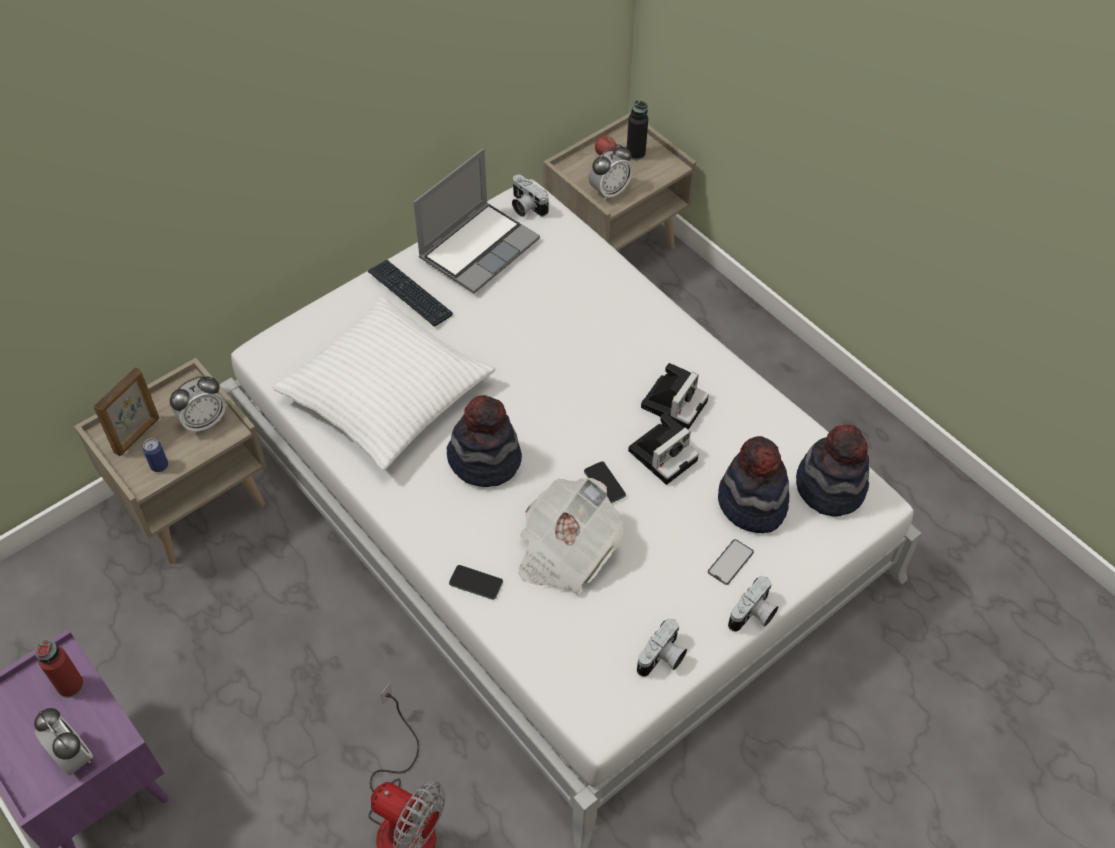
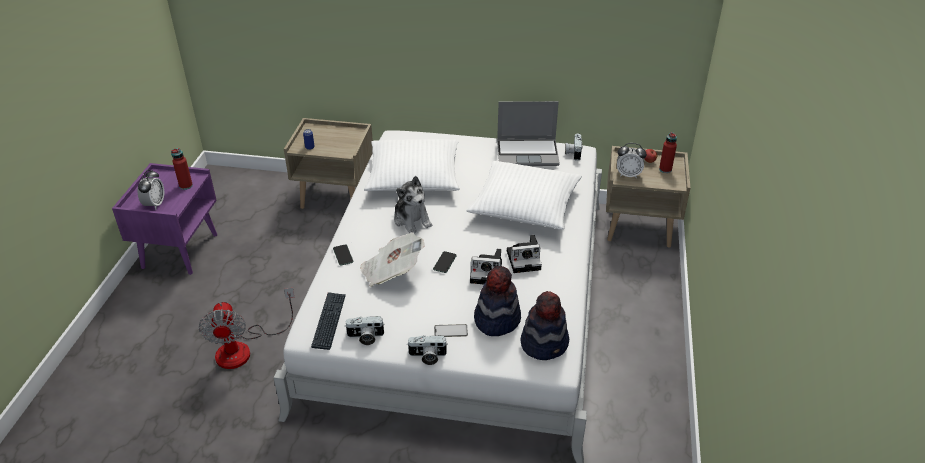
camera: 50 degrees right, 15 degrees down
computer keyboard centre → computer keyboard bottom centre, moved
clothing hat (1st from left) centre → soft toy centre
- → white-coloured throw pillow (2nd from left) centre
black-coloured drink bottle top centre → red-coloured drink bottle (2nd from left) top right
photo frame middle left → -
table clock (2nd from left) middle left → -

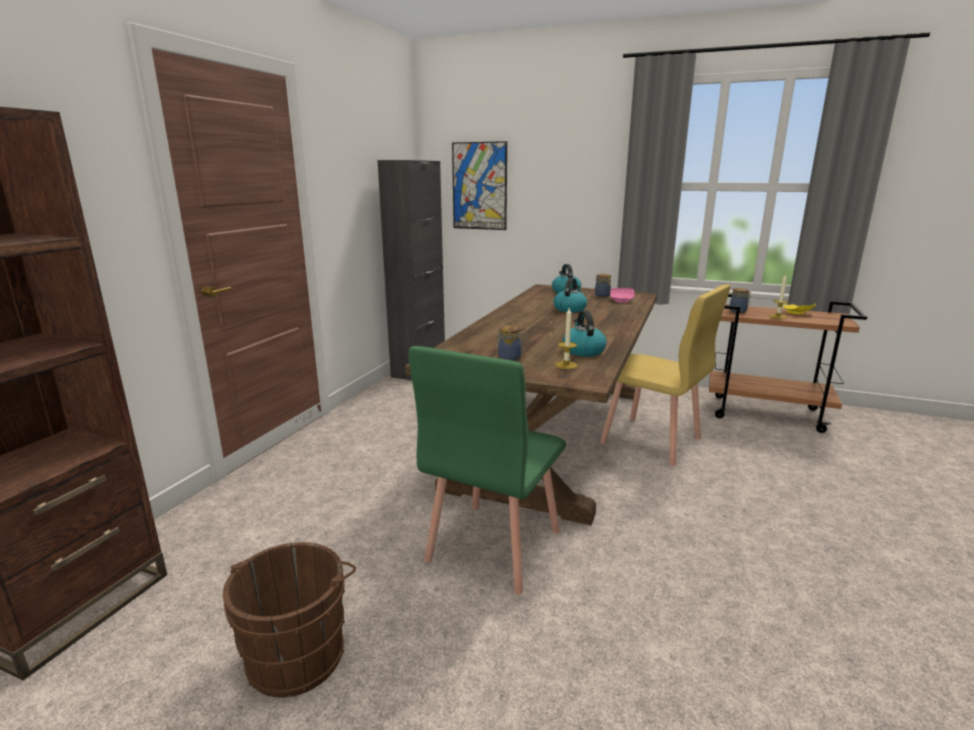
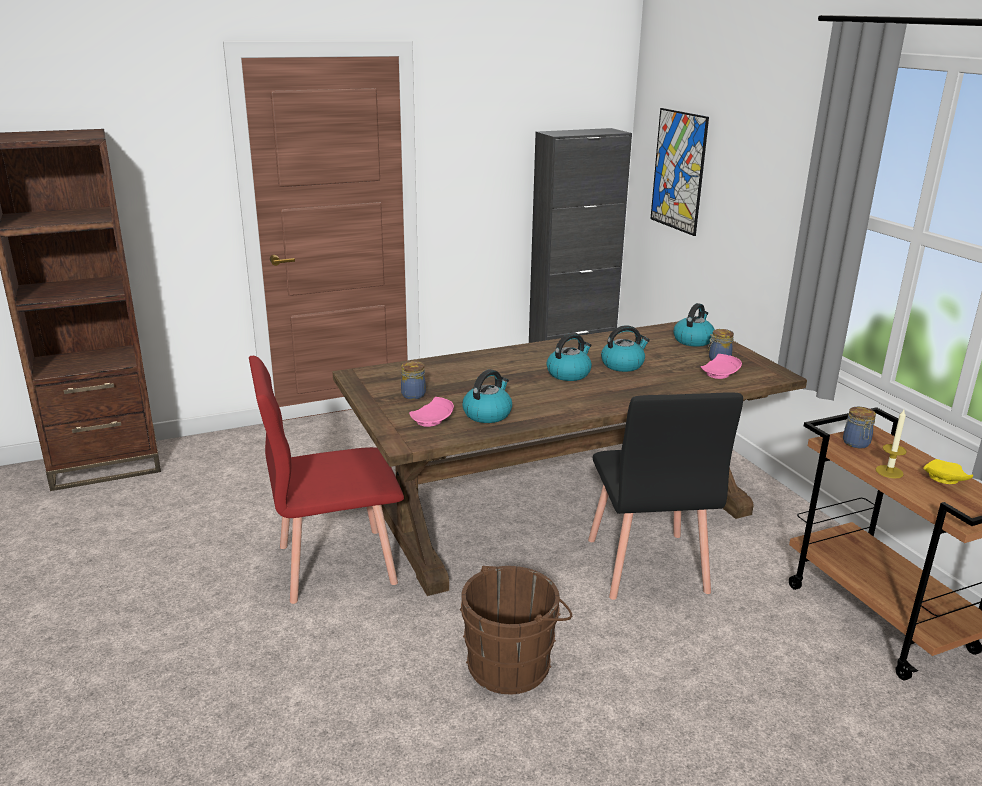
camera: 45 degrees right, 5 degrees up
greenish upright chair centre → red-coloured upright chair middle left
wax candle (1st from left) centre → pink-coloured flat dish (1st from left) centre
brown-coloured pail bottom left → brown-coloured pail bottom centre, moved
- → water kettle (2nd from left) centre
yellow upright chair middle right → black-coloured upright chair middle right

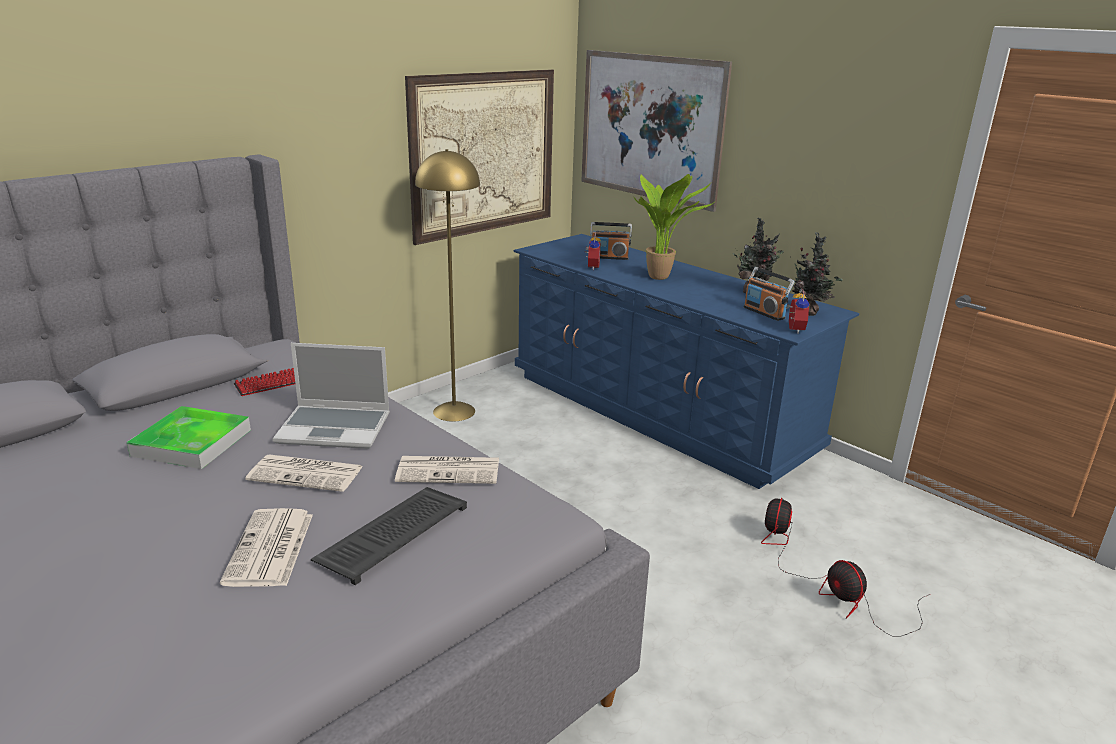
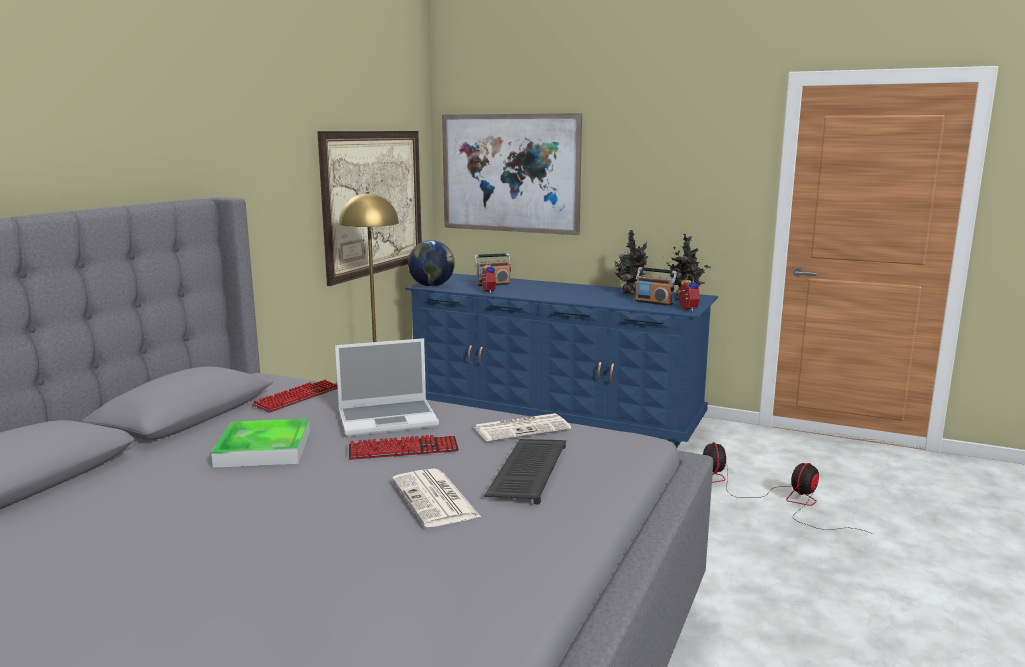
camera: 20 degrees left, 10 degrees down
newspaper (2nd from left) middle left → computer keyboard (2nd from left) bottom centre
- → desk globe centre
electric fan (2nd from left) bottom right, 90 degrees clockwise
houseplant (1st from left) top centre → -

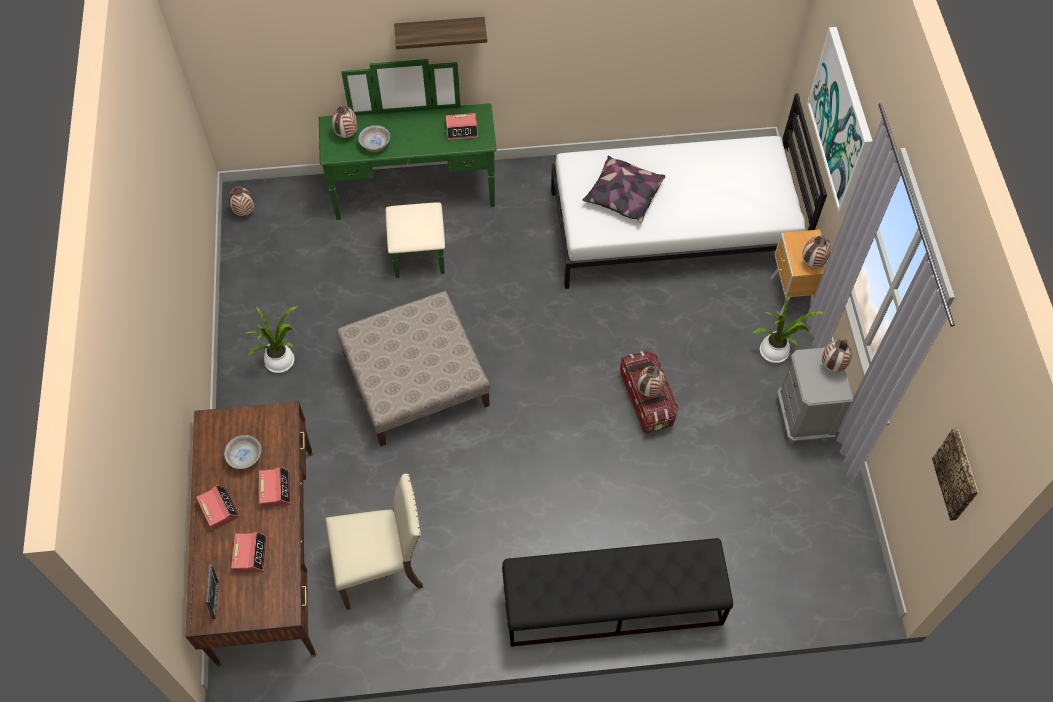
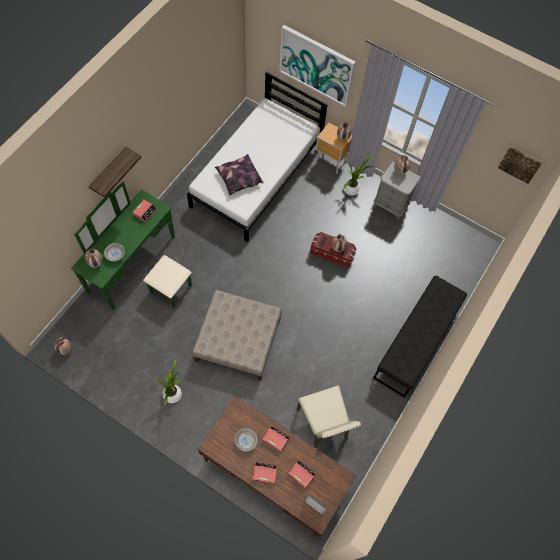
camera: 55 degrees left, 5 degrees up
beige-coloured upright chair bottom centre, 135 degrees clockwise

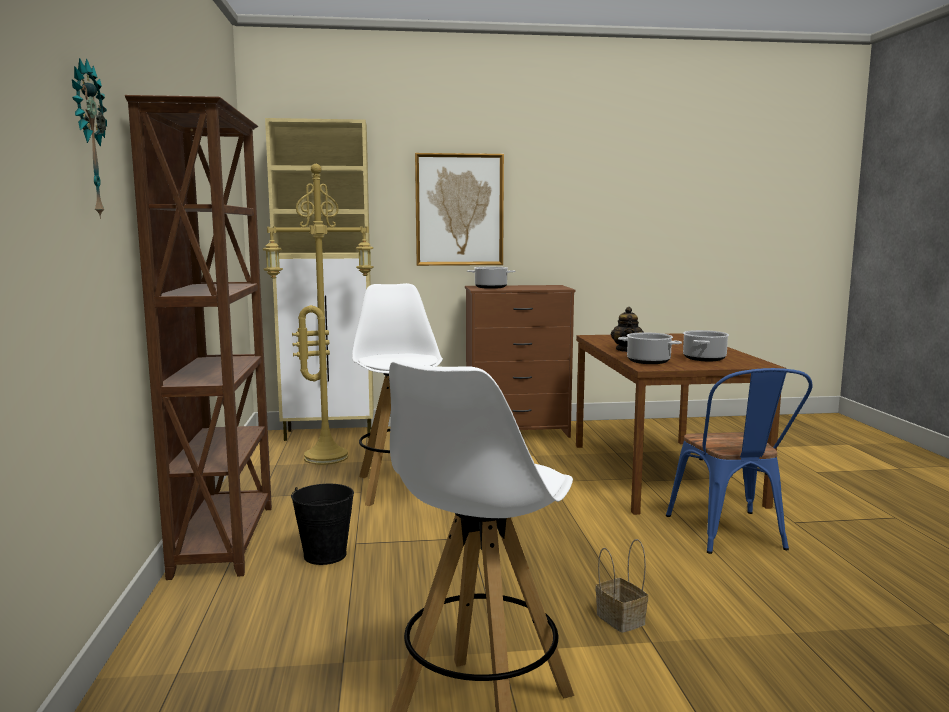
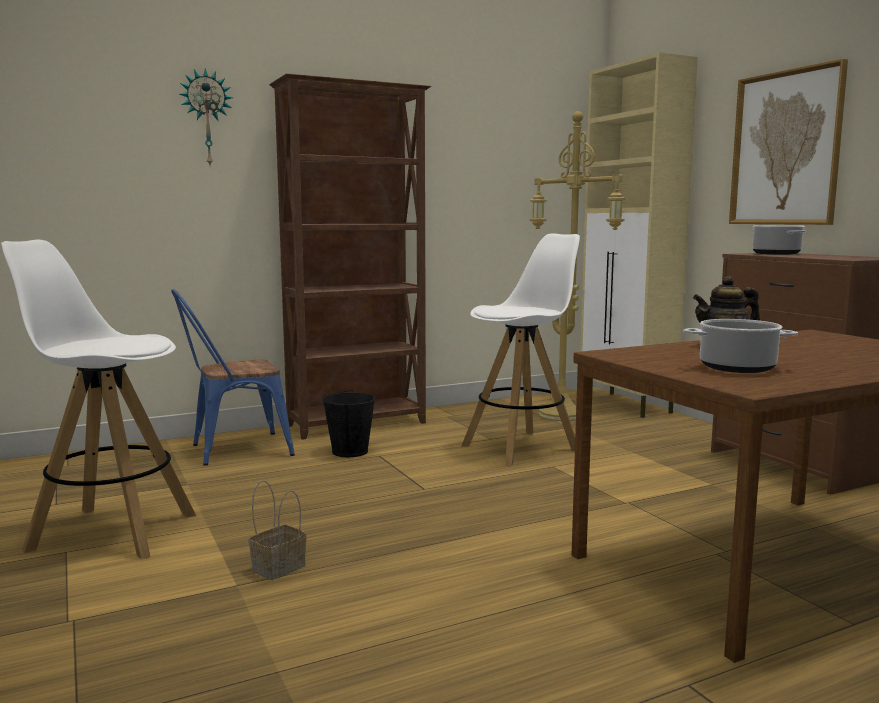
camera: 70 degrees right, 0 degrees up
blue upright chair middle right → blue upright chair middle left, moved
saucepot (2nd from left) middle right → -

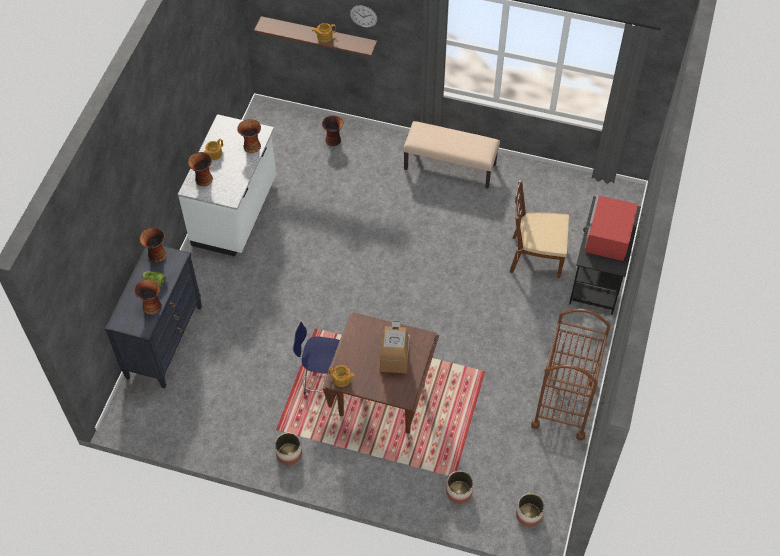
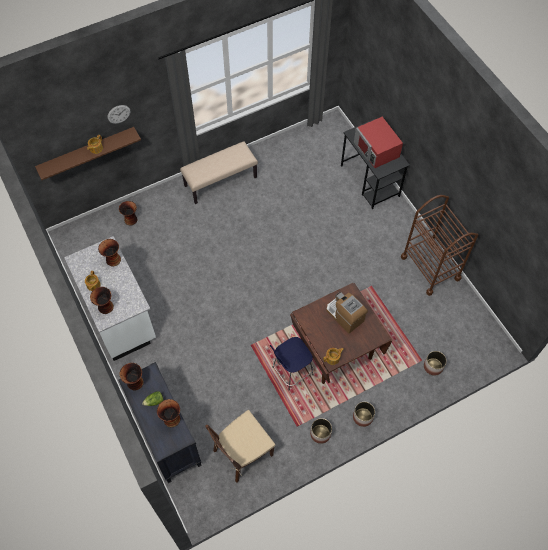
camera: 45 degrees left, 5 degrees up
brown-coloured upright chair middle right → brown-coloured upright chair bottom centre, moved
flower pot (3rd from left in the first image) bottom right → flower pot (2nd from left) bottom centre, moved

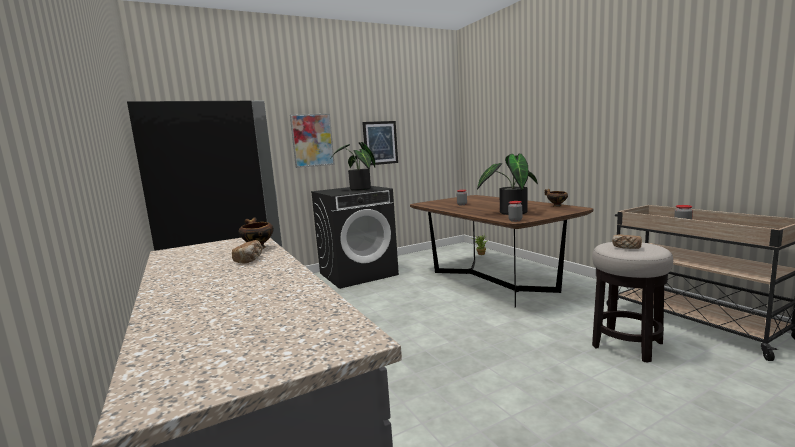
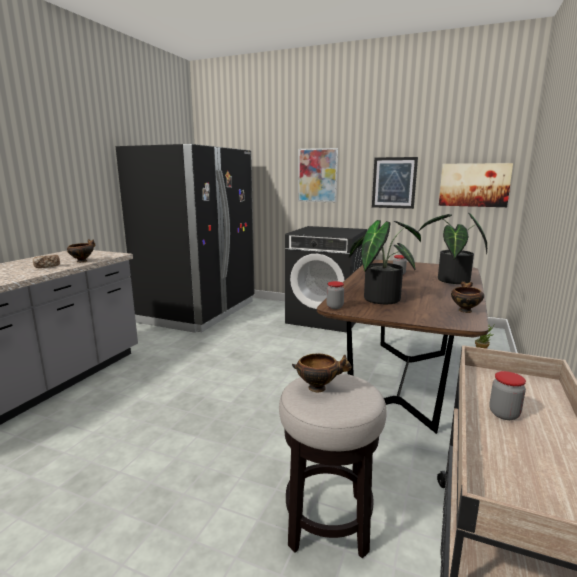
camera: 50 degrees right, 5 degrees up
bakery bread (2nd from left) middle right → deep dish (2nd from left) centre
houseplant (1st from left in the first image) centre → houseplant (2nd from left) middle right, moved
- → picture (3rd from left) top right

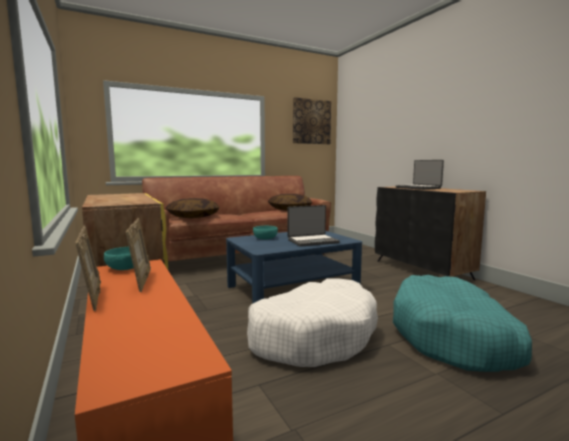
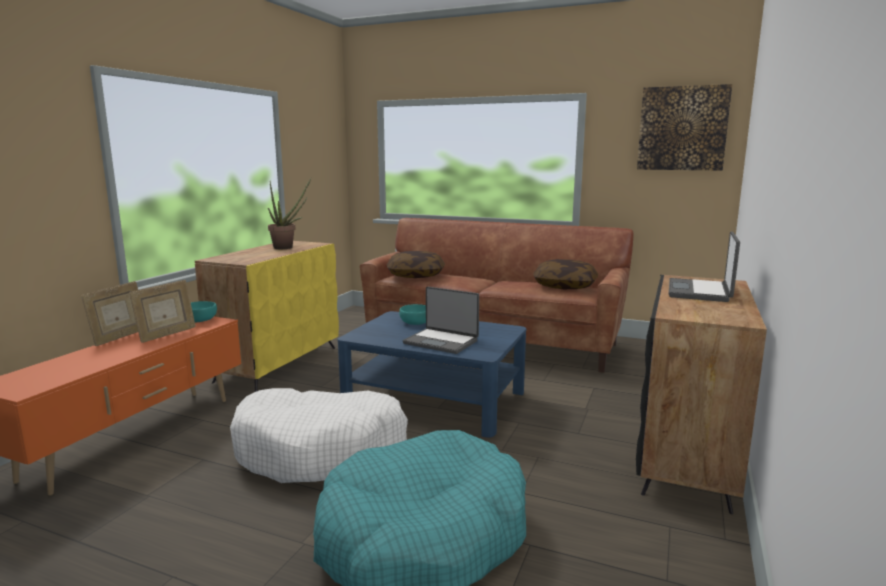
camera: 50 degrees right, 5 degrees up
- → houseplant middle left

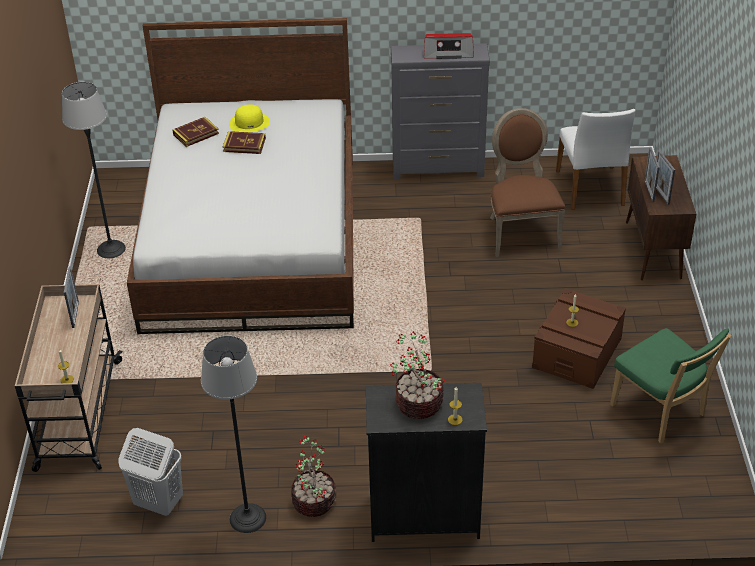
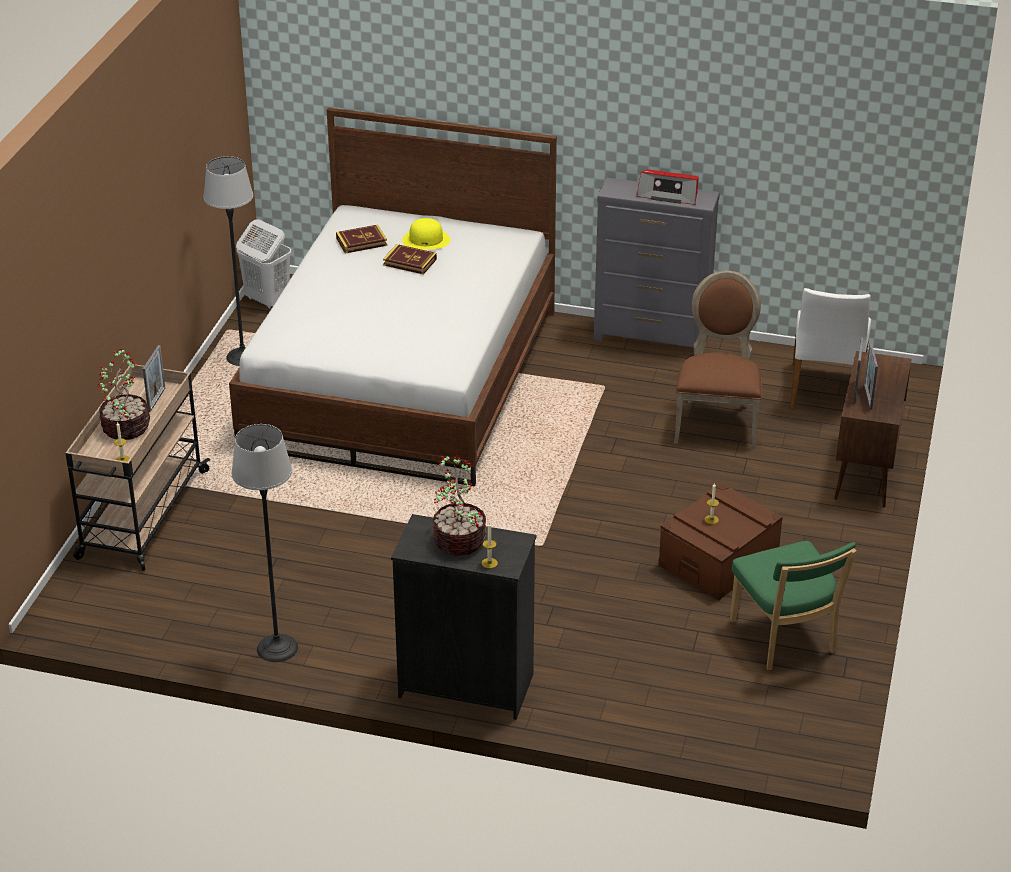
camera: 15 degrees right, 5 degrees down
houseplant (1st from left) bottom centre → houseplant (1st from left) middle left, moved
white-coloured washing basket bottom left → white-coloured washing basket top left, moved

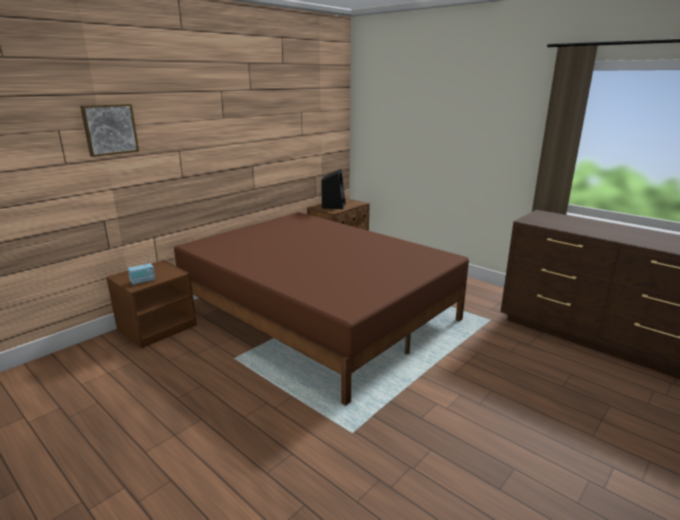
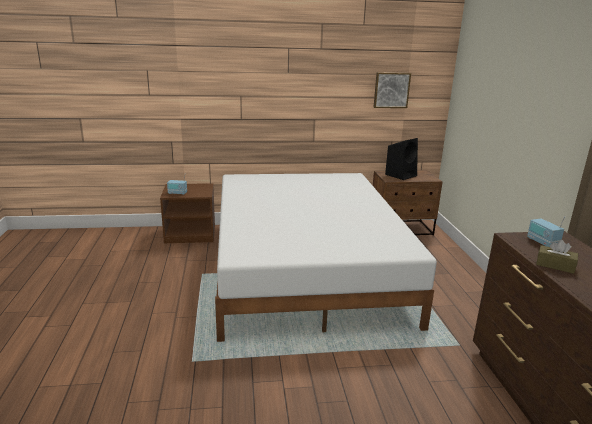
camera: 40 degrees right, 0 degrees up
brown-coloured bedroom bed centre → white-coloured bedroom bed centre
picture top left → picture top centre, moved
- → radio set (2nd from left) middle right
- → brown-coloured tissue holder middle right

